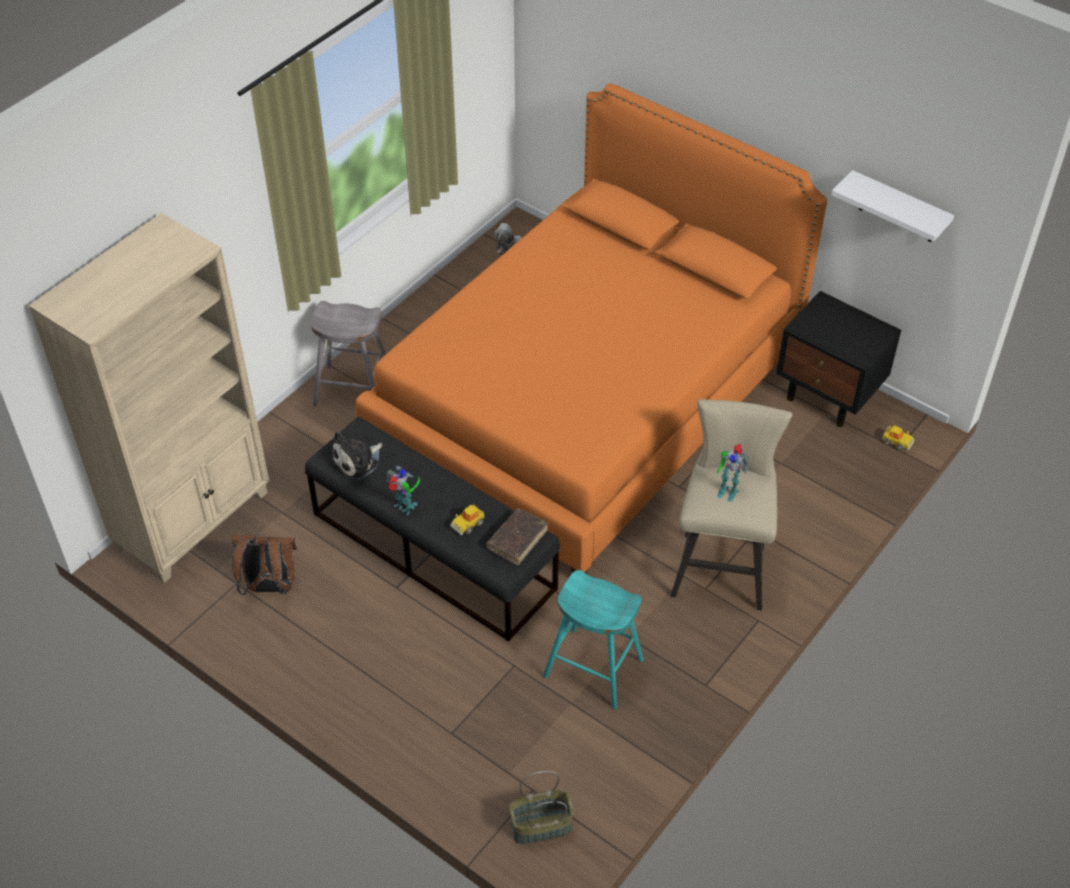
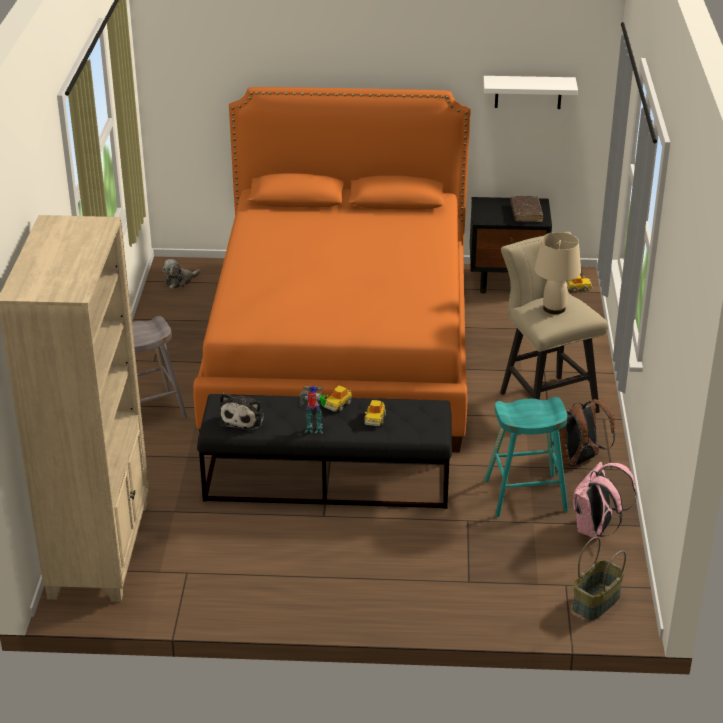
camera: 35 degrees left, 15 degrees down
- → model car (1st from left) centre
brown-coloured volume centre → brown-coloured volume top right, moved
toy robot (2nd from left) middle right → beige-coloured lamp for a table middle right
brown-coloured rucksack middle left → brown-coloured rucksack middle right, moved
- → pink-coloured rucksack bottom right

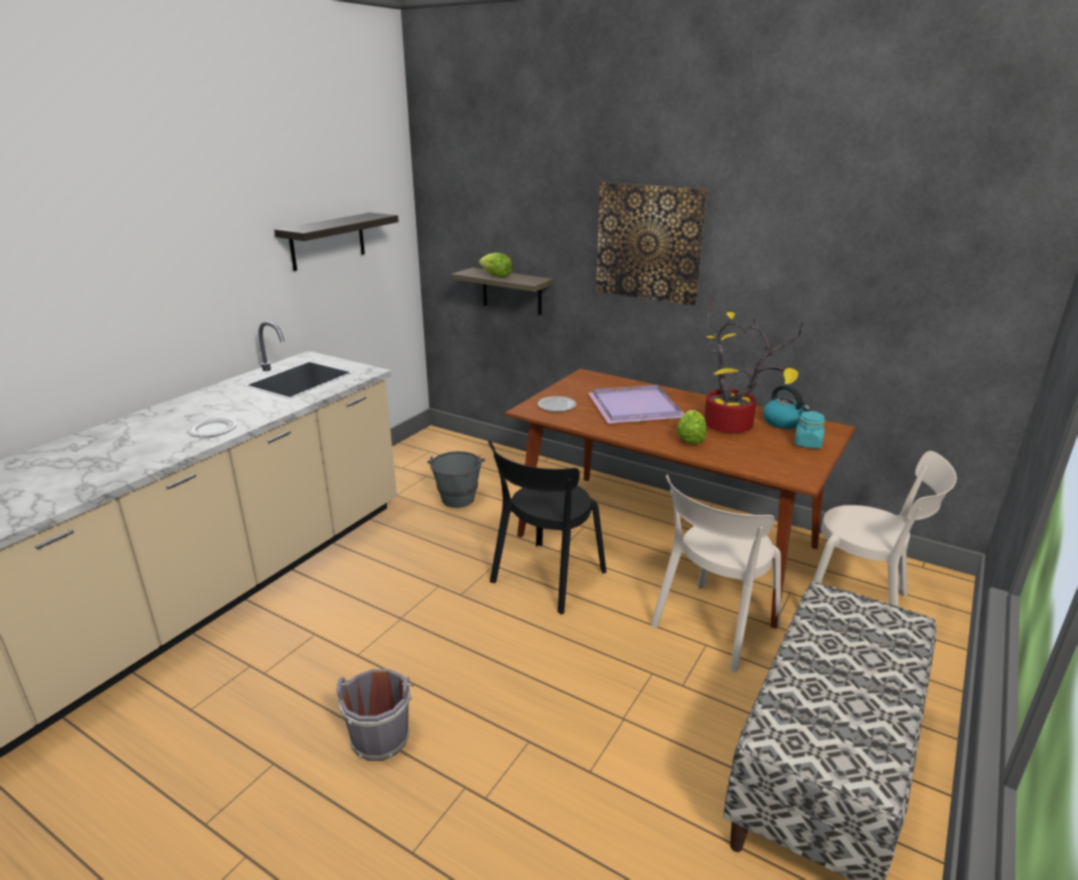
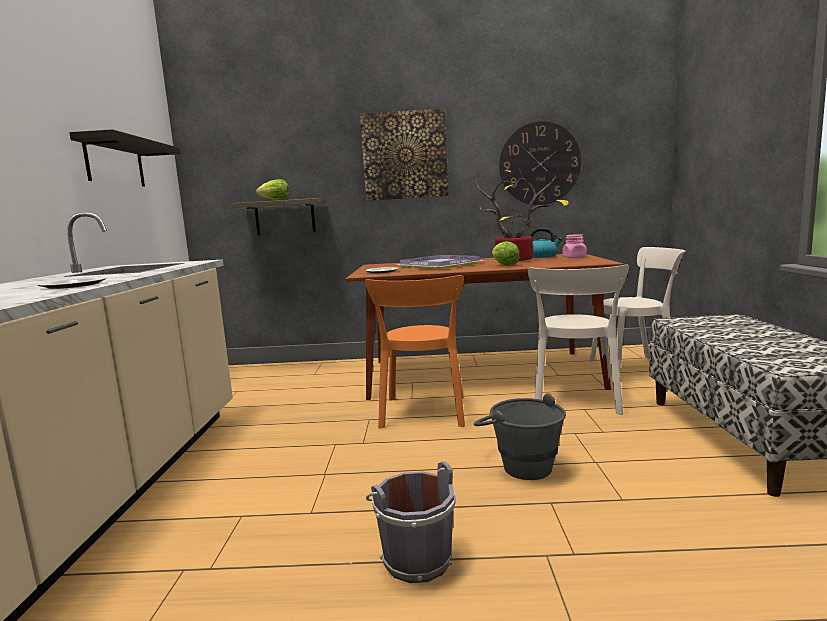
camera: 30 degrees left, 15 degrees down
black-coloured upright chair centre → orange-coloured upright chair centre
gray pail (2nd from left) centre → gray pail (2nd from left) bottom centre, moved
- → clock on the wall top centre
blue-green preserve jar middle right → pink-coloured preserve jar middle right

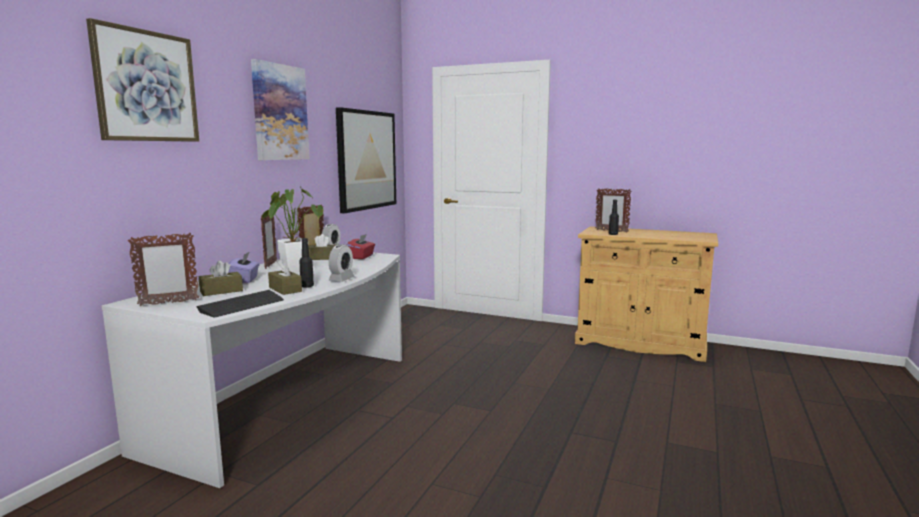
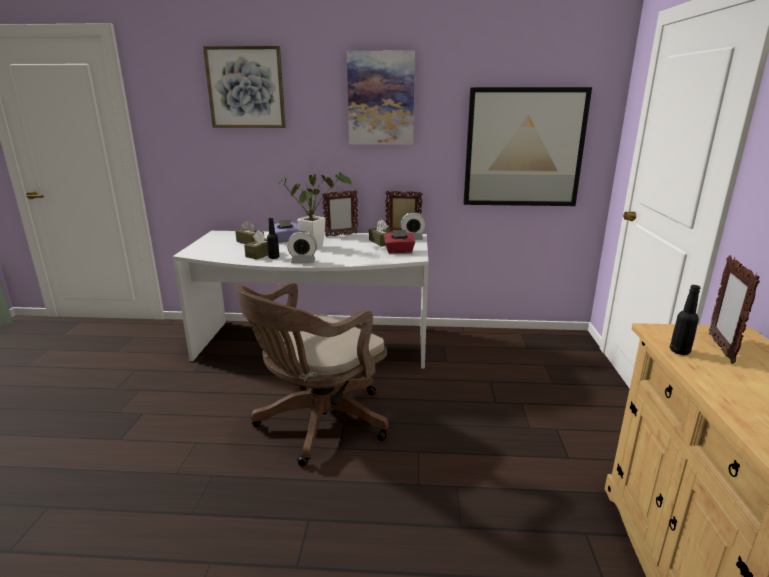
camera: 70 degrees right, 10 degrees up
- → brown-coloured desk chair centre
photo frame (1st from left) middle left → -
computer keyboard middle left → -

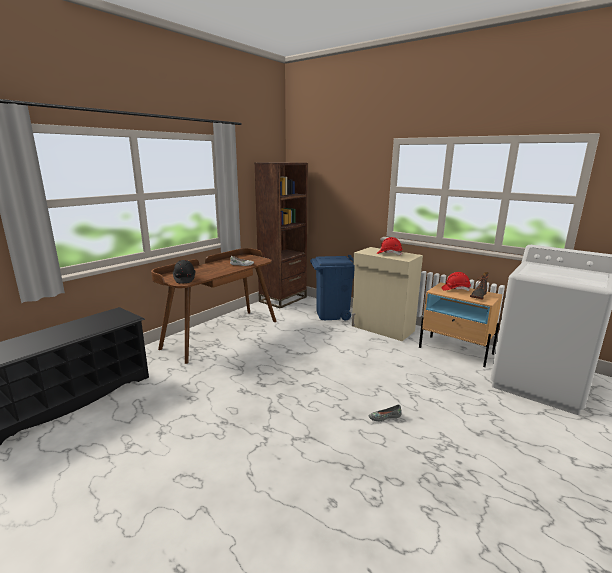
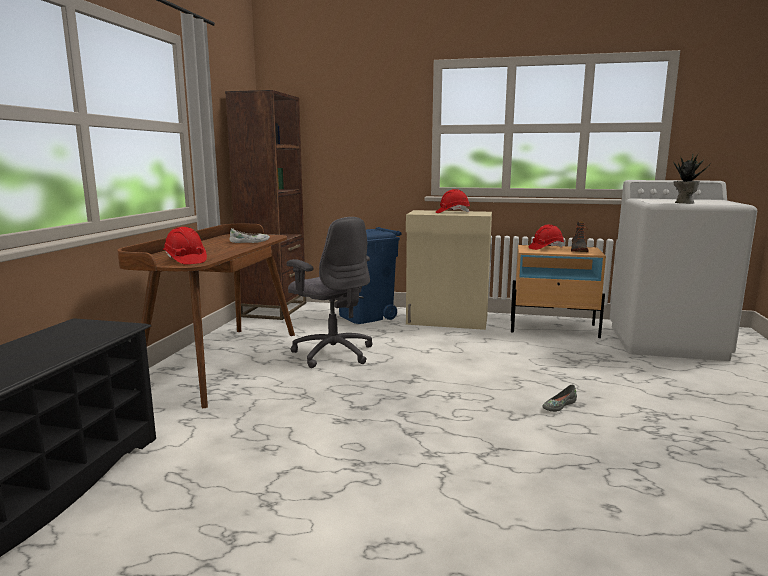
camera: 25 degrees left, 5 degrees down
black-coloured work helmet middle left → red-coloured work helmet (1st from left) middle left
- → gray desk chair centre
- → houseplant top right

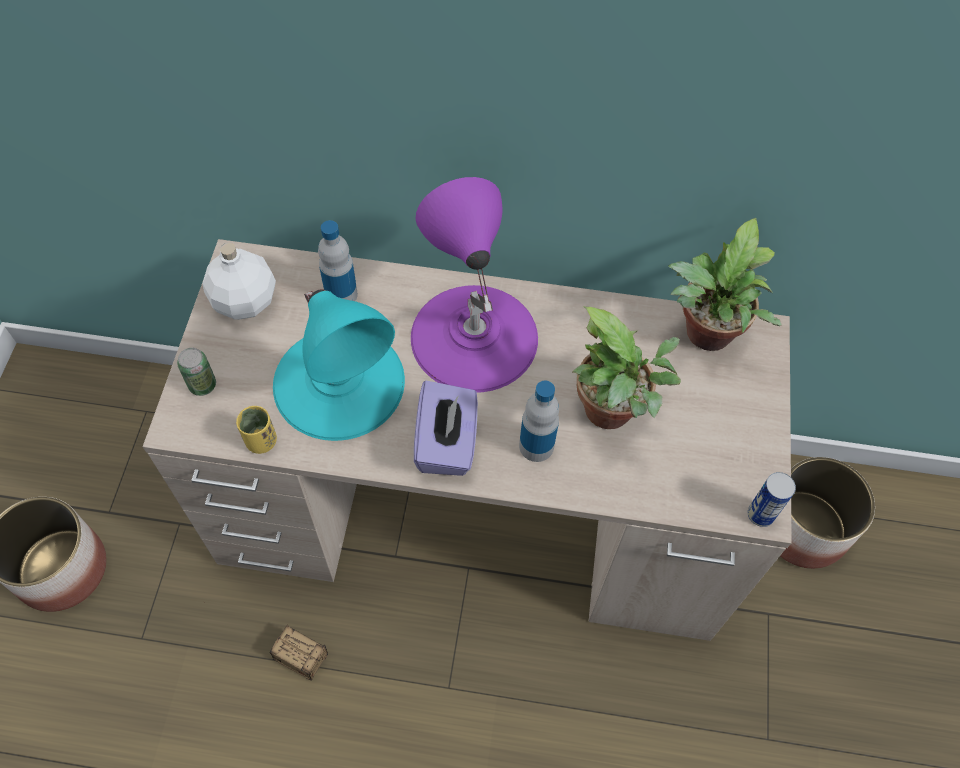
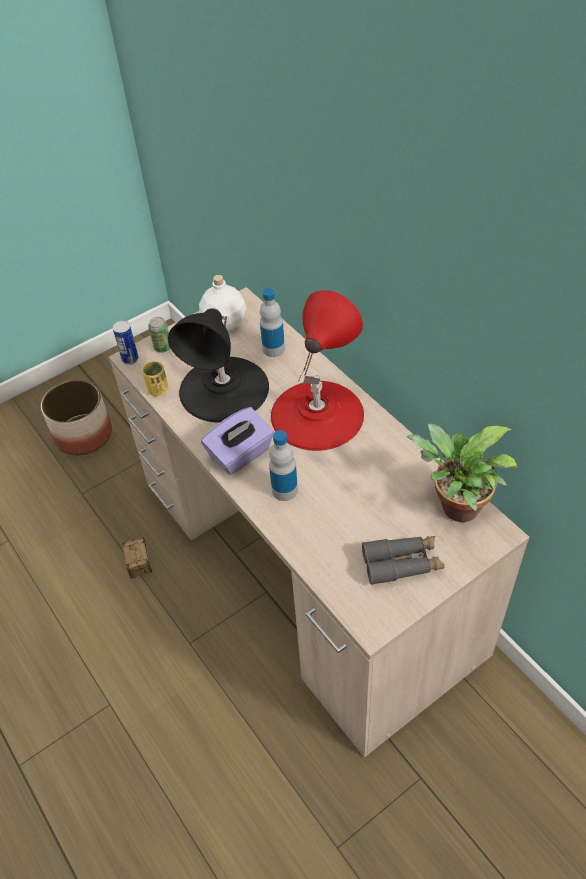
camera: 50 degrees right, 10 degrees down
sealed can (2nd from left in the first image) middle right → sealed can (1st from left) middle left, moved
blue-green lamp for a table centre → black-coloured lamp for a table centre
purple lamp for a table centre → red-coloured lamp for a table centre
- → gray pair of binoculars middle right
houseplant (1st from left) centre → -
flower pot (2nd from left) bottom right → -

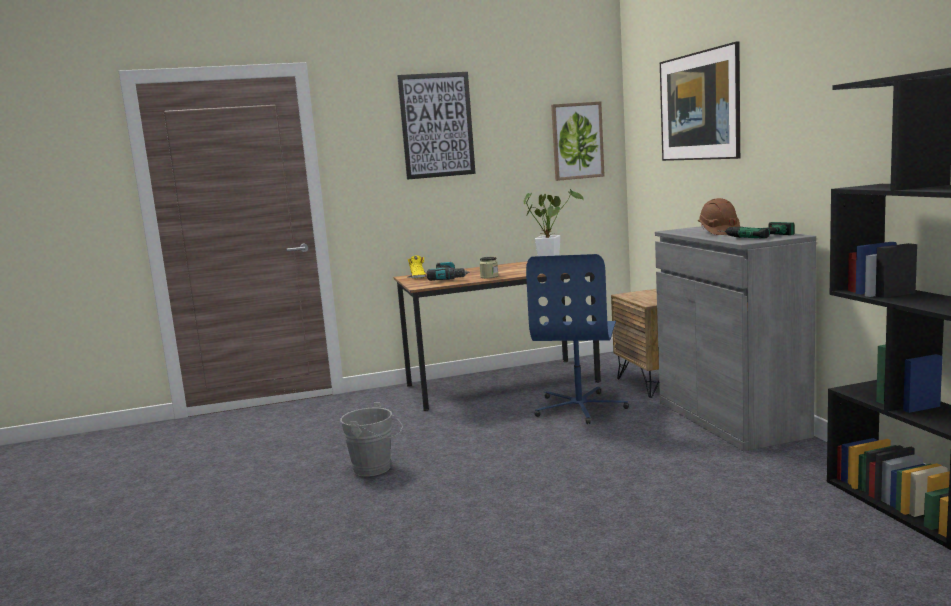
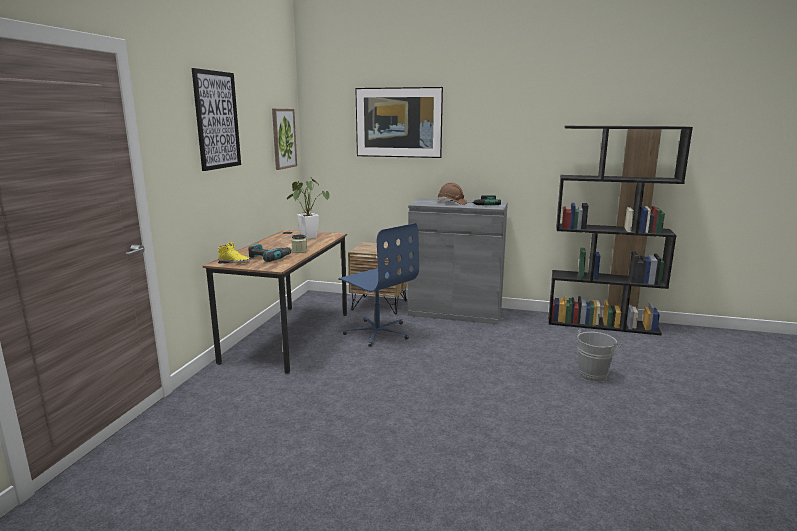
camera: 60 degrees left, 5 degrees up
gray pail bottom centre → gray pail bottom right, moved

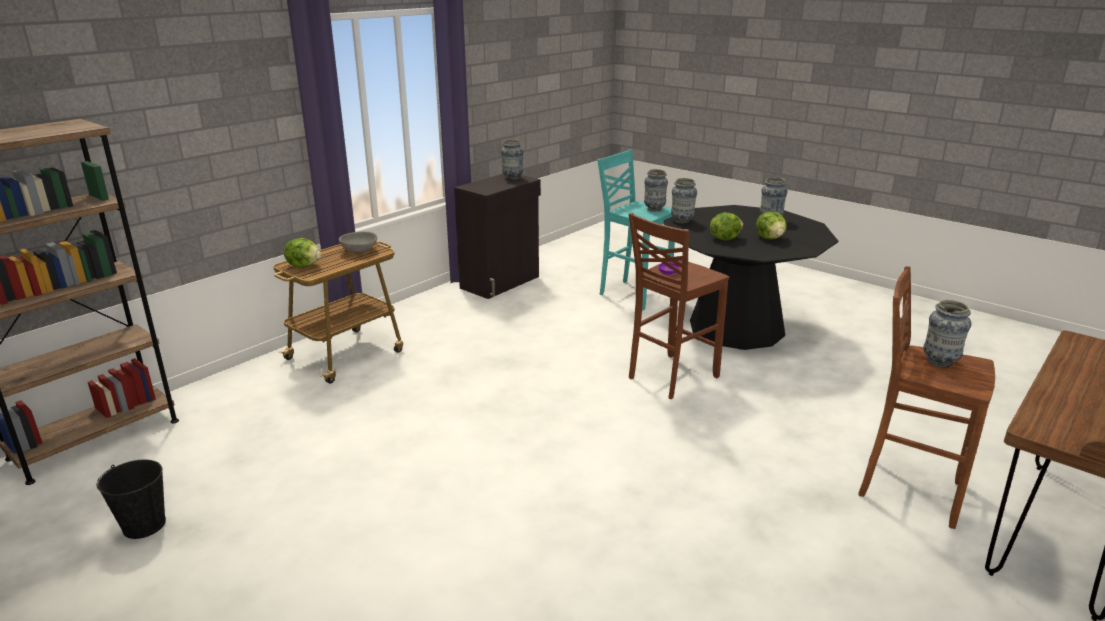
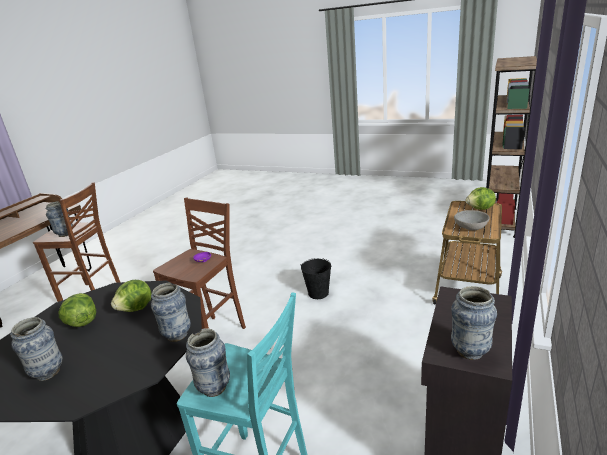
camera: 165 degrees right, 0 degrees up
black-coloured pail bottom left → black-coloured pail centre, moved

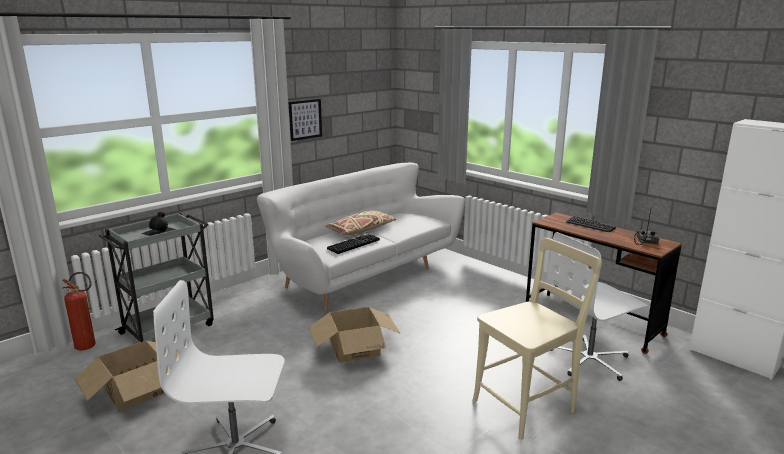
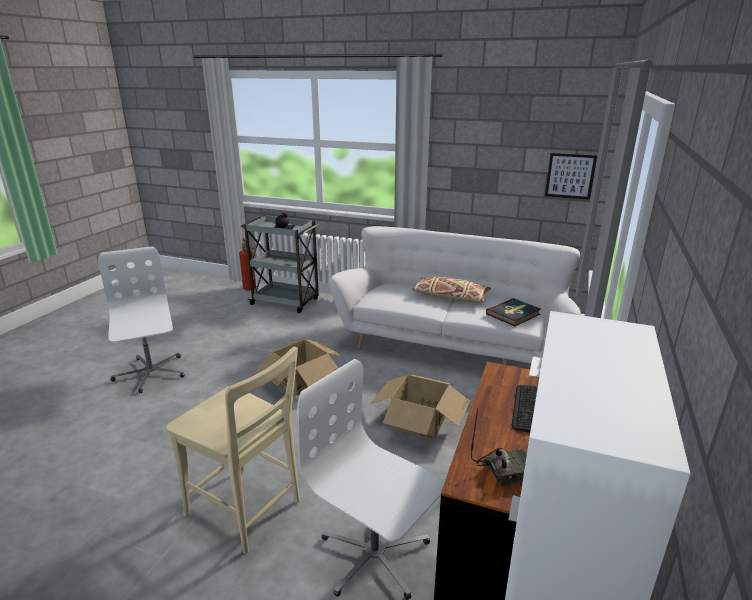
camera: 65 degrees right, 5 degrees up
packing box (1st from left in the first image) bottom left → packing box (2nd from left) bottom centre, moved
- → volume middle right
picture top centre → picture top right, moved
computer keyboard (1st from left) centre → -

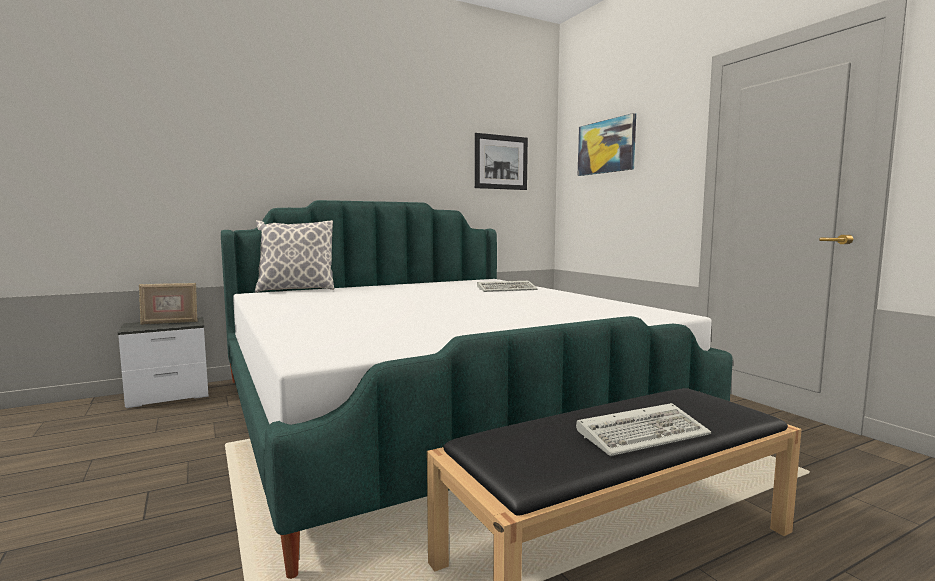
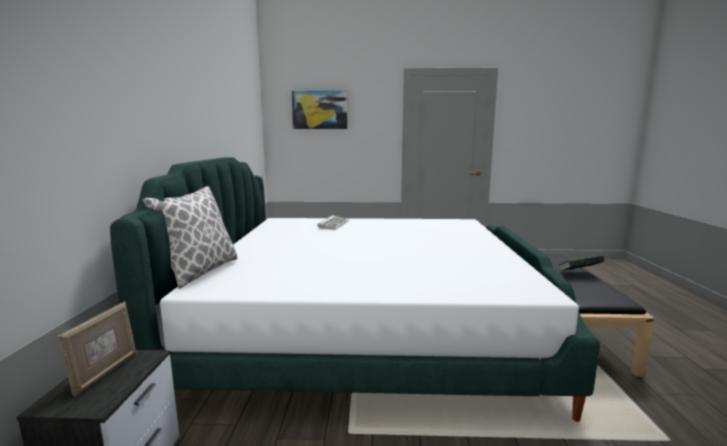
camera: 60 degrees left, 5 degrees up
computer keyboard (2nd from left) bottom right → volume middle right
picture (1st from left) top centre → -

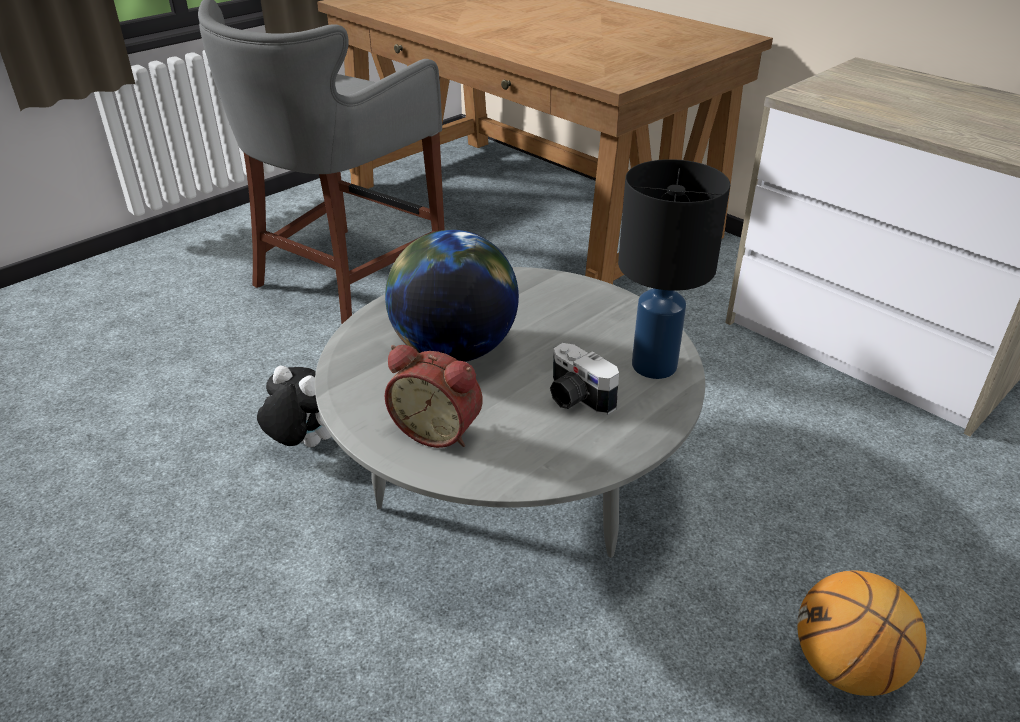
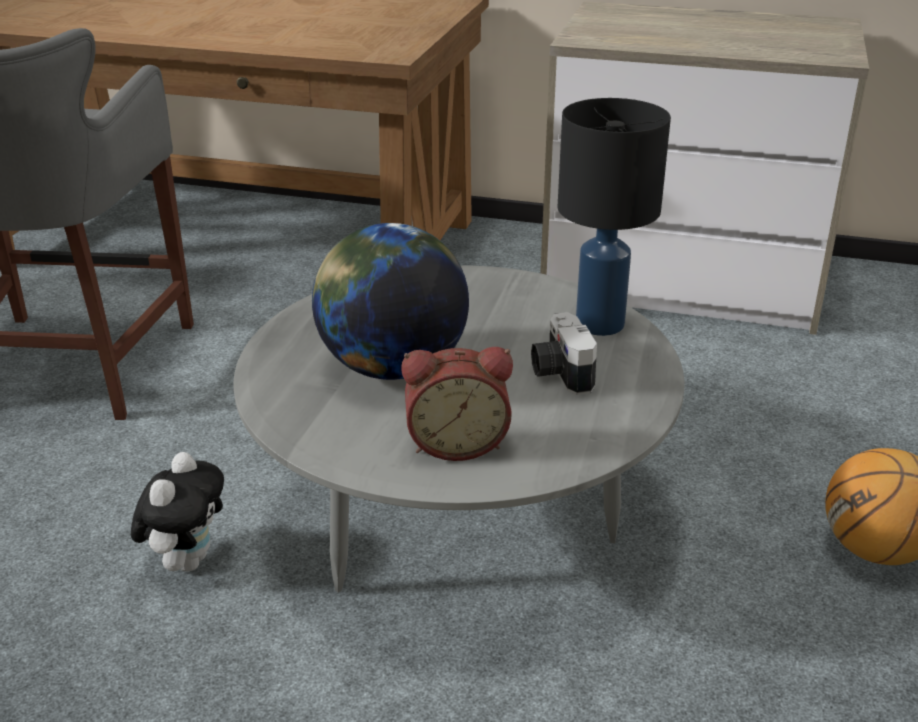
camera: 30 degrees left, 5 degrees down
soft toy middle left → soft toy bottom left, 105 degrees clockwise
photo camera centre, 60 degrees clockwise

